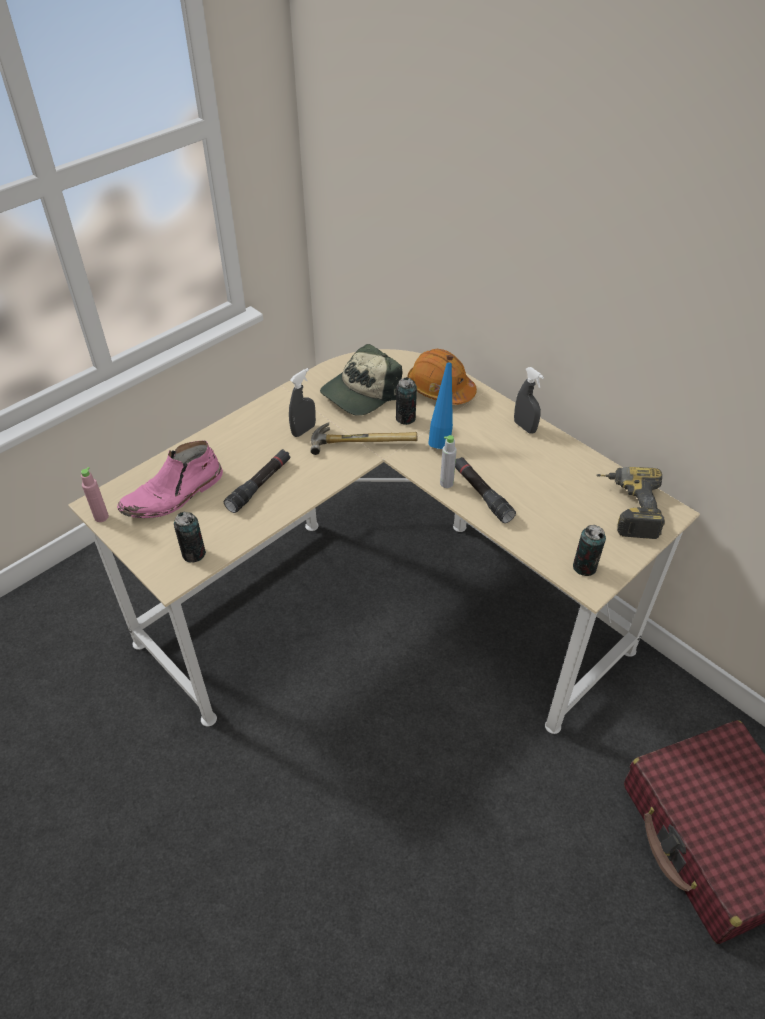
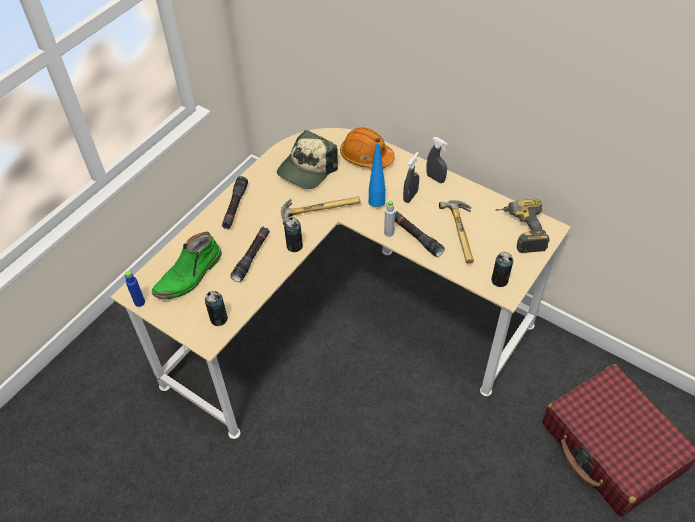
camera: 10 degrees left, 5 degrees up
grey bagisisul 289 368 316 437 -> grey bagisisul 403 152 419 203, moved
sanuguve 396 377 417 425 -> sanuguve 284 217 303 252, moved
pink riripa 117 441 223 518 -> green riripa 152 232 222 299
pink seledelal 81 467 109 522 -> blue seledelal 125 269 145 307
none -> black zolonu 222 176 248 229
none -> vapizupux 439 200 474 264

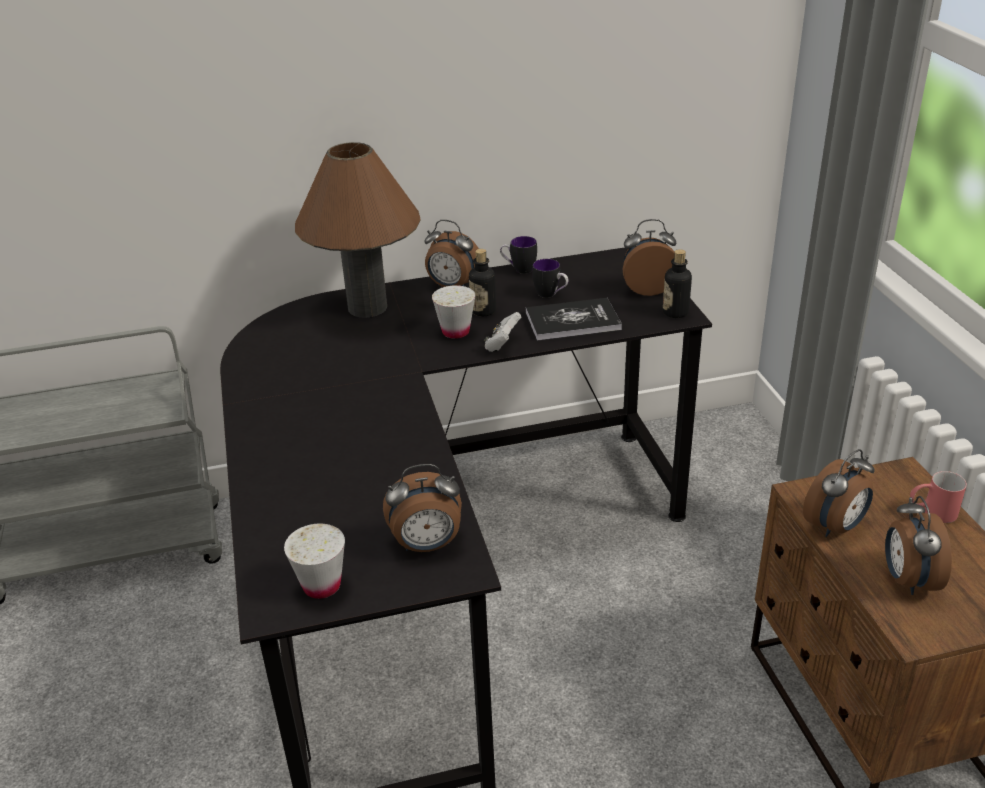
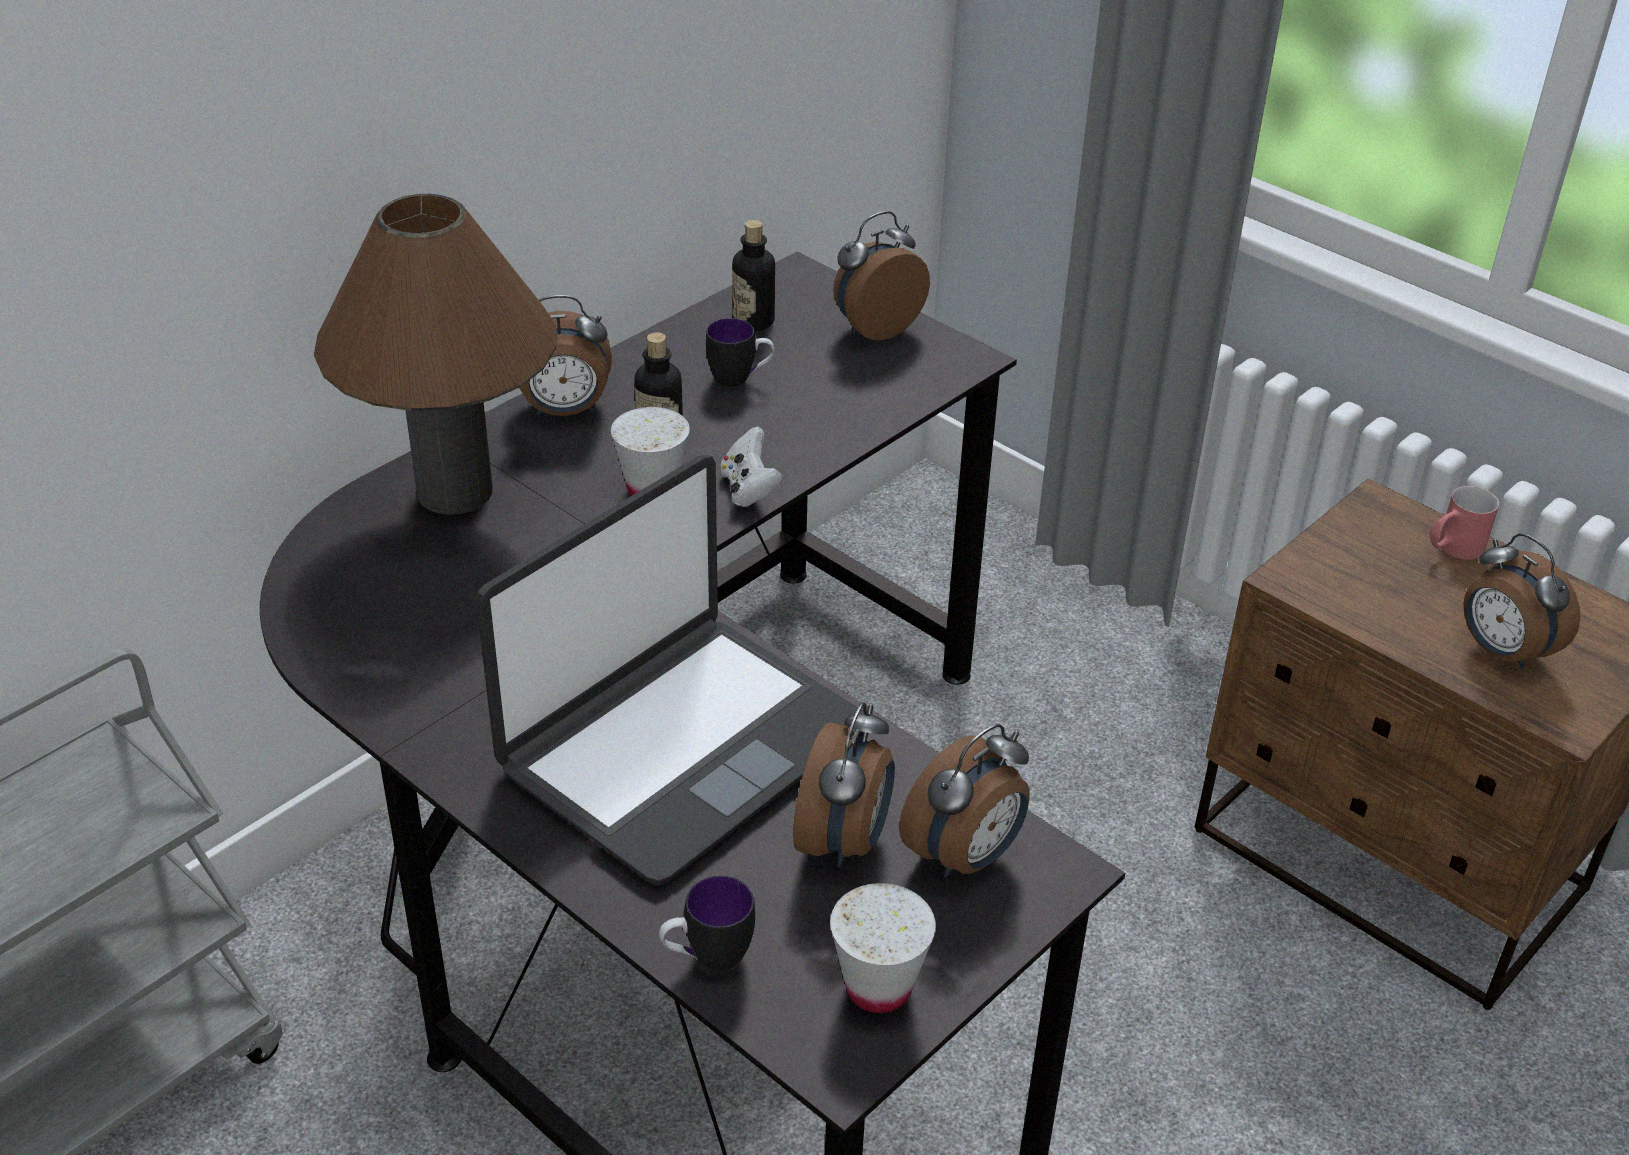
camera: 35 degrees left, 5 degrees up
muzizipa 500 236 537 274 -> muzizipa 659 876 755 971, moved
seledelal 663 249 692 318 -> seledelal 732 220 775 331, moved
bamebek 526 298 622 341 -> none
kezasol 803 449 875 537 -> kezasol 793 702 895 867, moved
none -> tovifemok 476 455 864 885

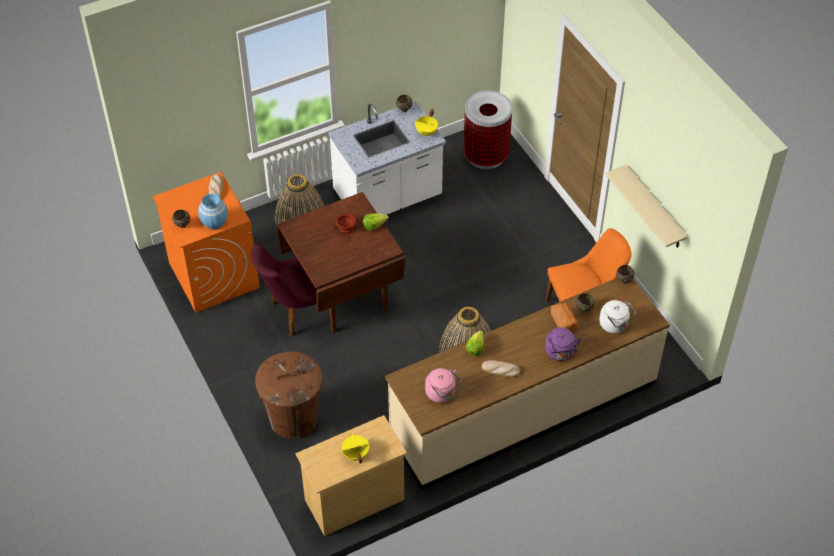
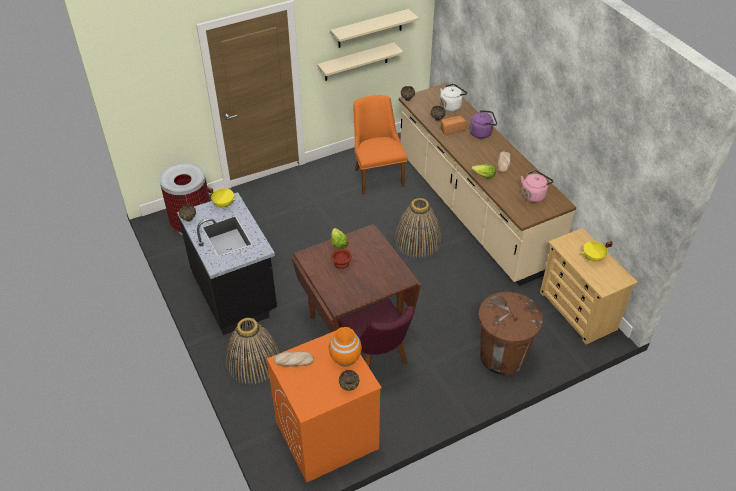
camera: 90 degrees left, 5 degrees down
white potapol 328 101 446 215 -> black potapol 177 192 277 335
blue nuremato 198 193 228 230 -> orange nuremato 329 327 362 367
none -> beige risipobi 330 9 419 48

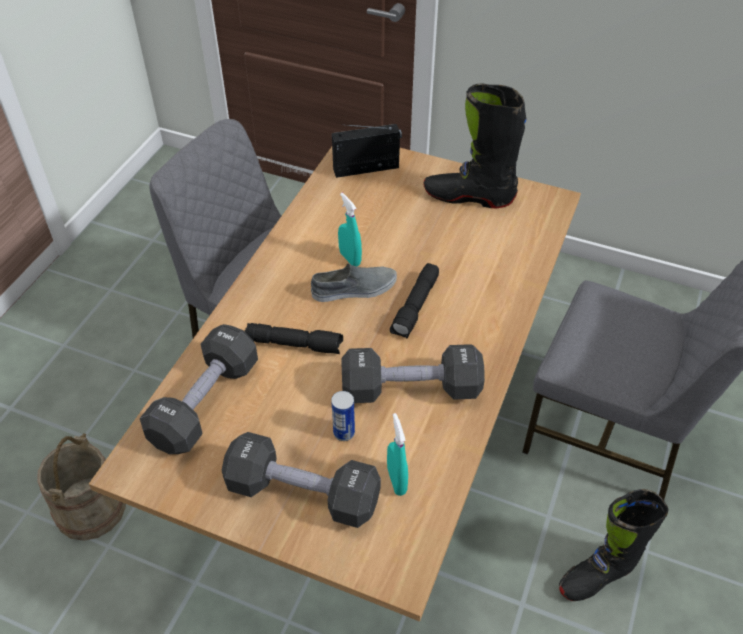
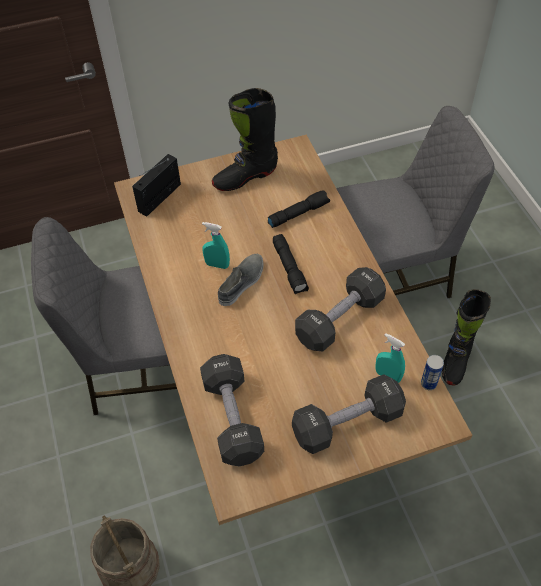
camera: 40 degrees left, 5 degrees up
black zolonu 245 323 343 354 -> black zolonu 268 190 330 228, moved
sanuguve 331 391 355 441 -> sanuguve 421 355 444 390, moved

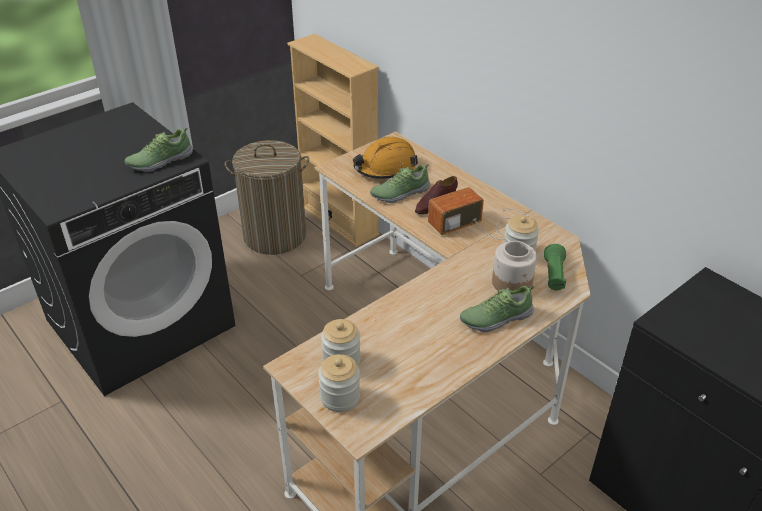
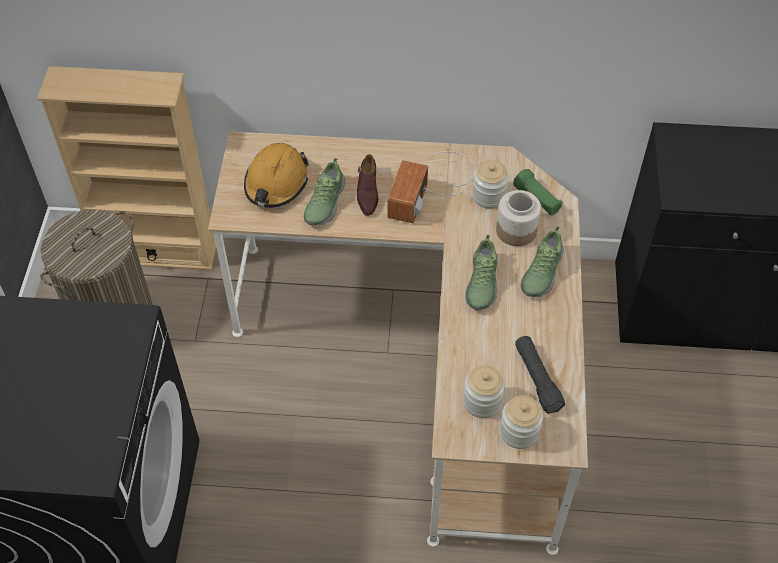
camera: 45 degrees left, 15 degrees up
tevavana 125 128 193 172 -> tevavana 465 235 498 310, moved
none -> black zolonu 515 336 565 414

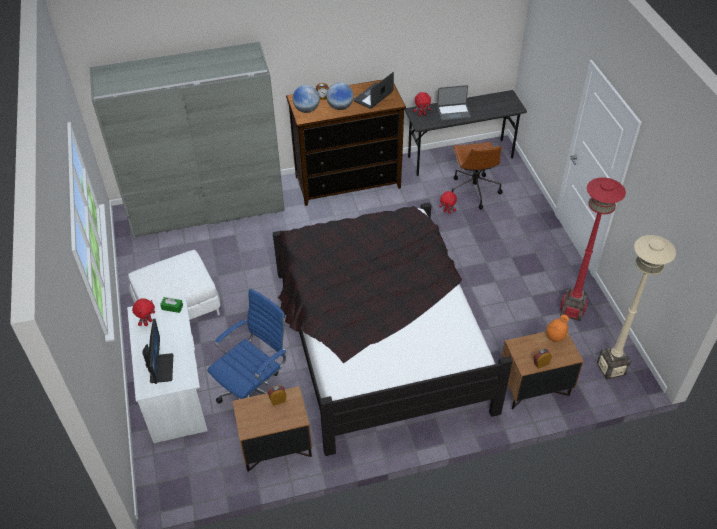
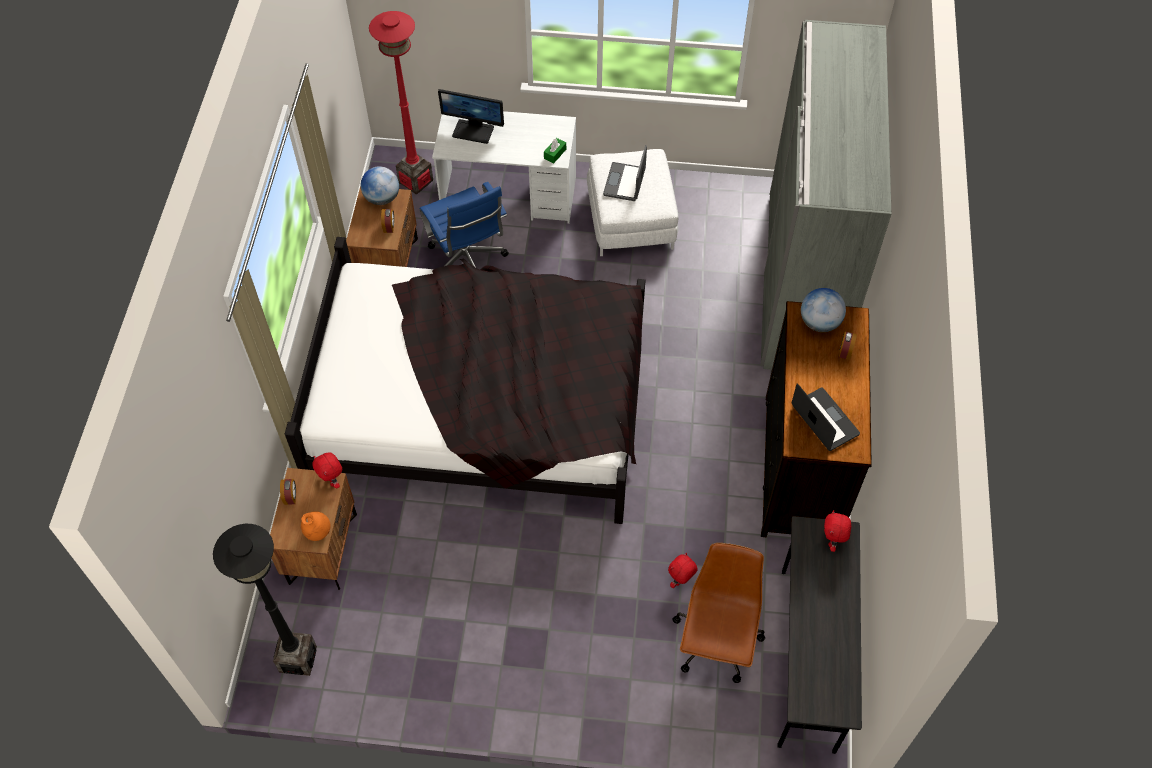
camera: 110 degrees right, 10 degrees up
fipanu 326 82 354 110 -> fipanu 361 166 399 205, moved
tovifemok 437 85 471 121 -> tovifemok 603 145 647 201, moved
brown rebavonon 452 142 503 209 -> brown rebavonon 672 543 765 683, 90 degrees clockwise
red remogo 560 177 626 321 -> red remogo 369 11 433 195, moved
beige remogo 597 235 676 380 -> black remogo 213 524 317 676
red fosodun 132 298 155 326 -> red fosodun 313 453 342 489, moved

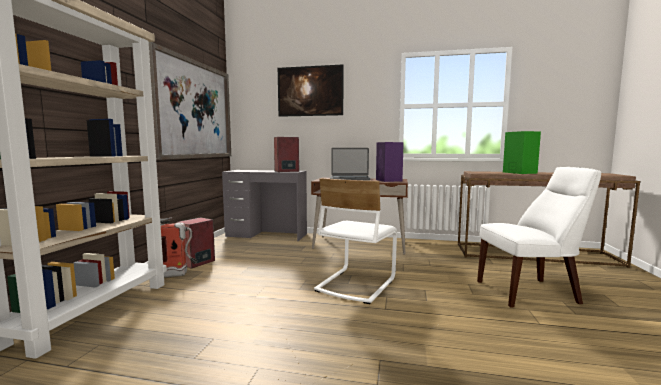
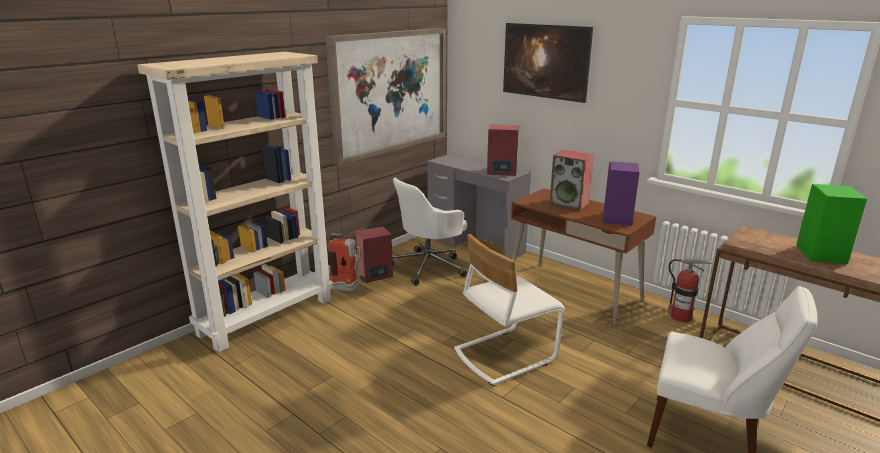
camera: 30 degrees right, 15 degrees up
tovifemok 330 148 370 181 -> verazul 549 150 594 211
none -> white rebavonon 392 178 467 285
none -> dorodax 667 259 713 323

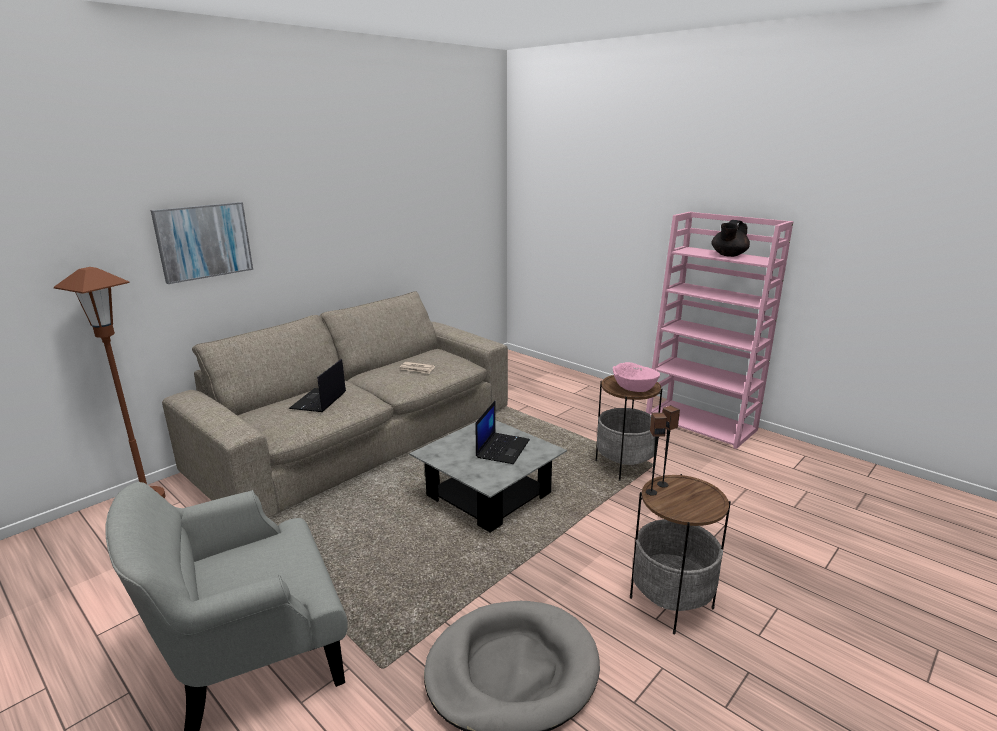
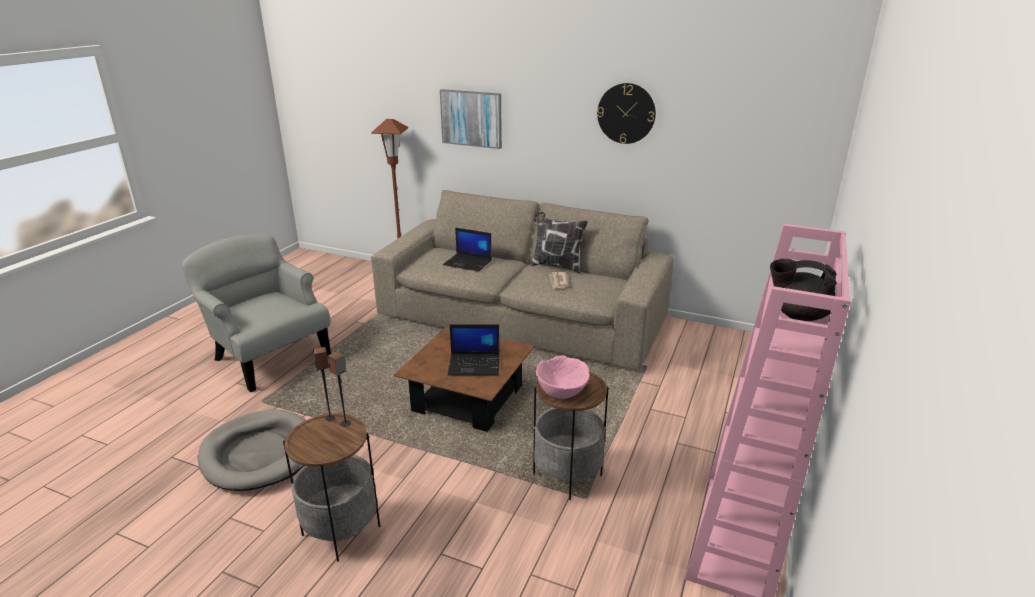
camera: 70 degrees right, 5 degrees up
tovifemok 289 359 346 412 -> tovifemok 443 228 492 272, 150 degrees counterclockwise
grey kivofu 409 420 567 533 -> brown kivofu 394 327 534 432
none -> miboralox 597 83 656 144
none -> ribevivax 530 211 588 274

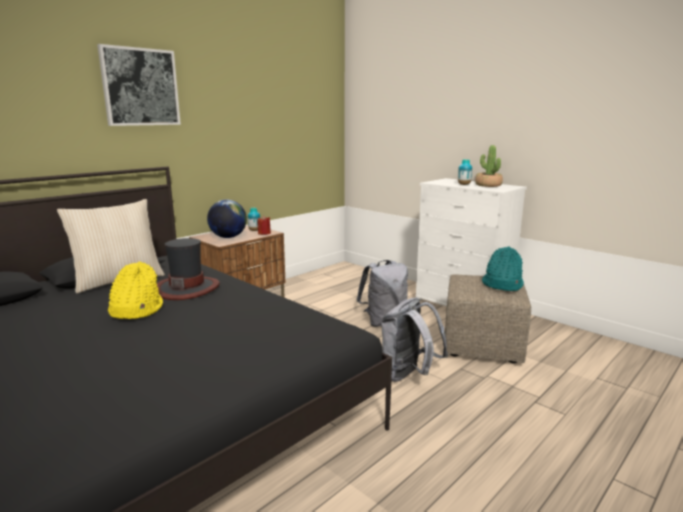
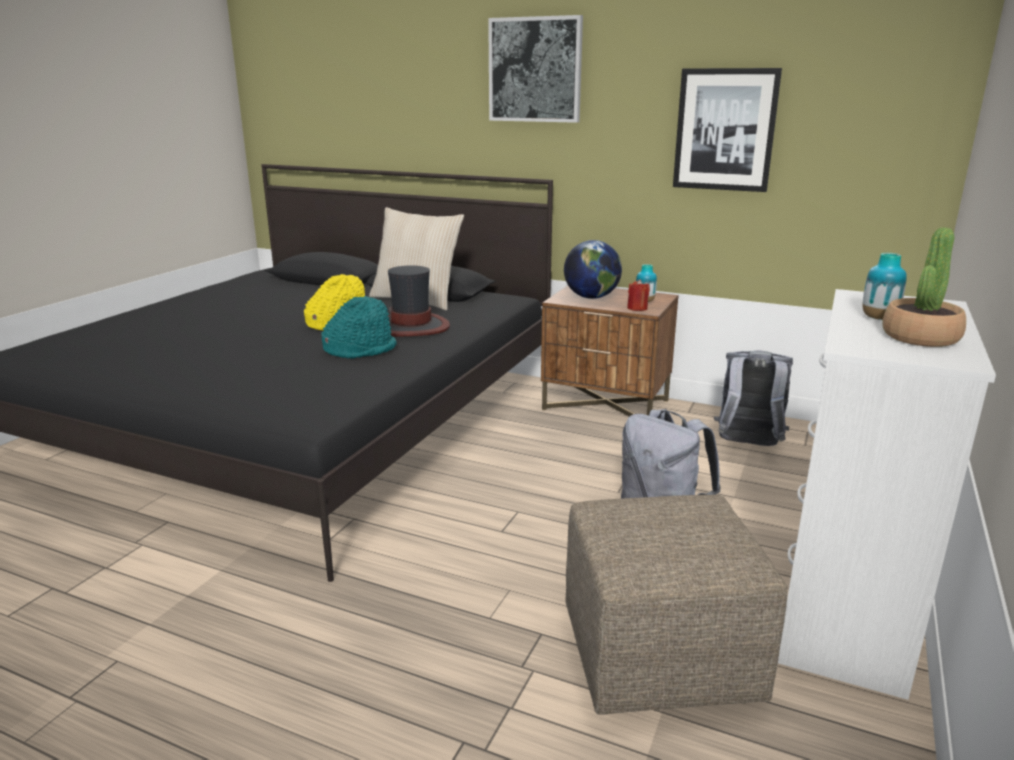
camera: 70 degrees right, 5 degrees up
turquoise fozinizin 482 246 524 291 -> turquoise fozinizin 321 296 397 359, moved
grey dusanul 381 298 448 382 -> grey dusanul 714 350 793 446, moved
none -> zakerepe 673 68 782 192

